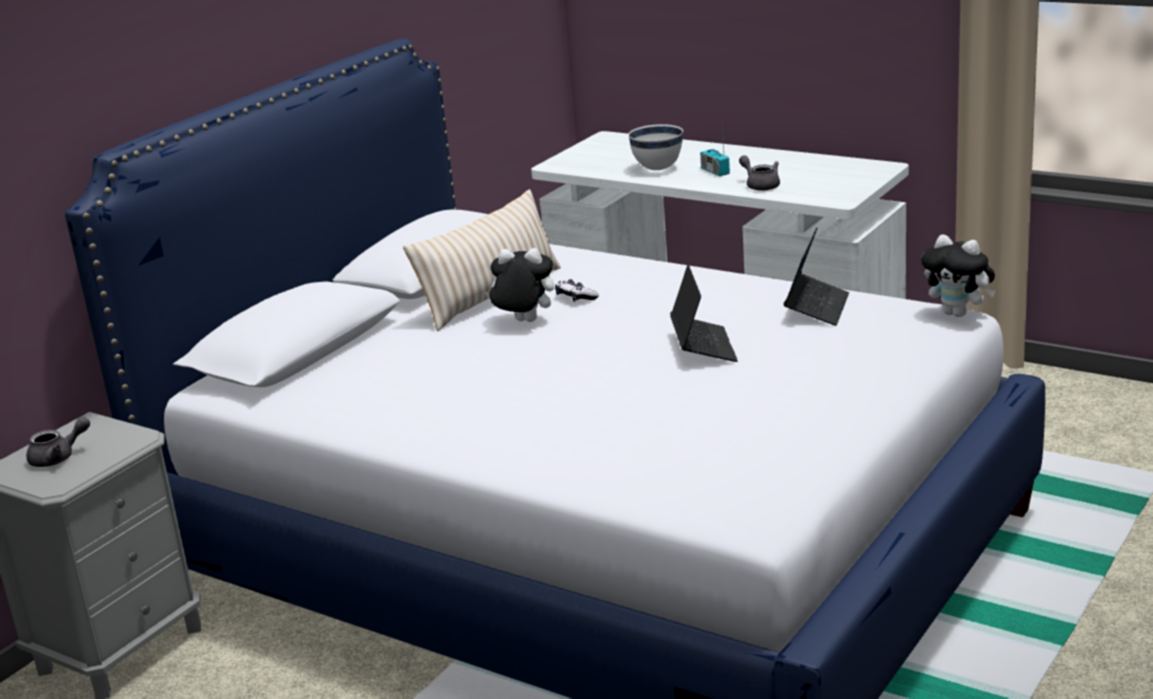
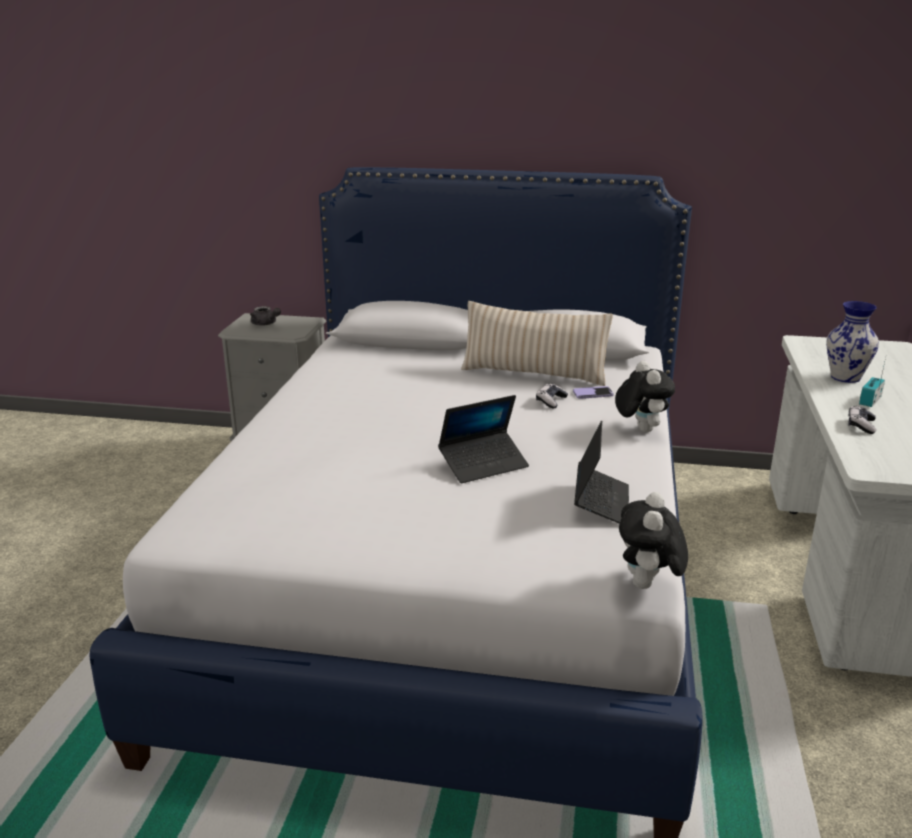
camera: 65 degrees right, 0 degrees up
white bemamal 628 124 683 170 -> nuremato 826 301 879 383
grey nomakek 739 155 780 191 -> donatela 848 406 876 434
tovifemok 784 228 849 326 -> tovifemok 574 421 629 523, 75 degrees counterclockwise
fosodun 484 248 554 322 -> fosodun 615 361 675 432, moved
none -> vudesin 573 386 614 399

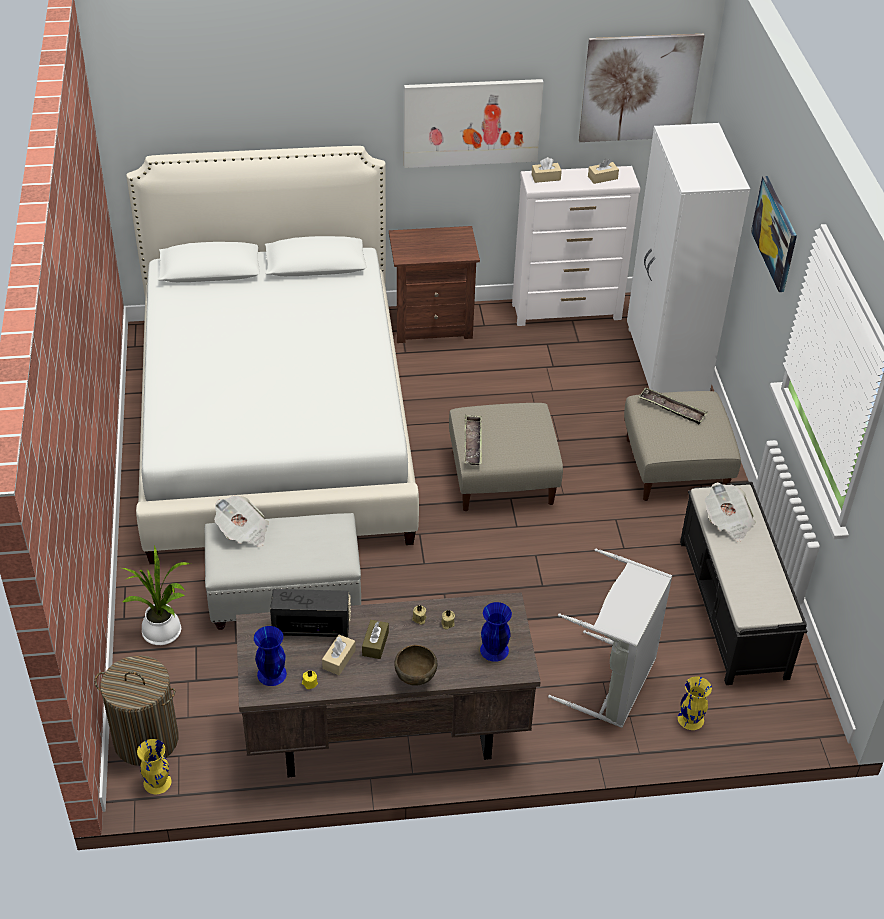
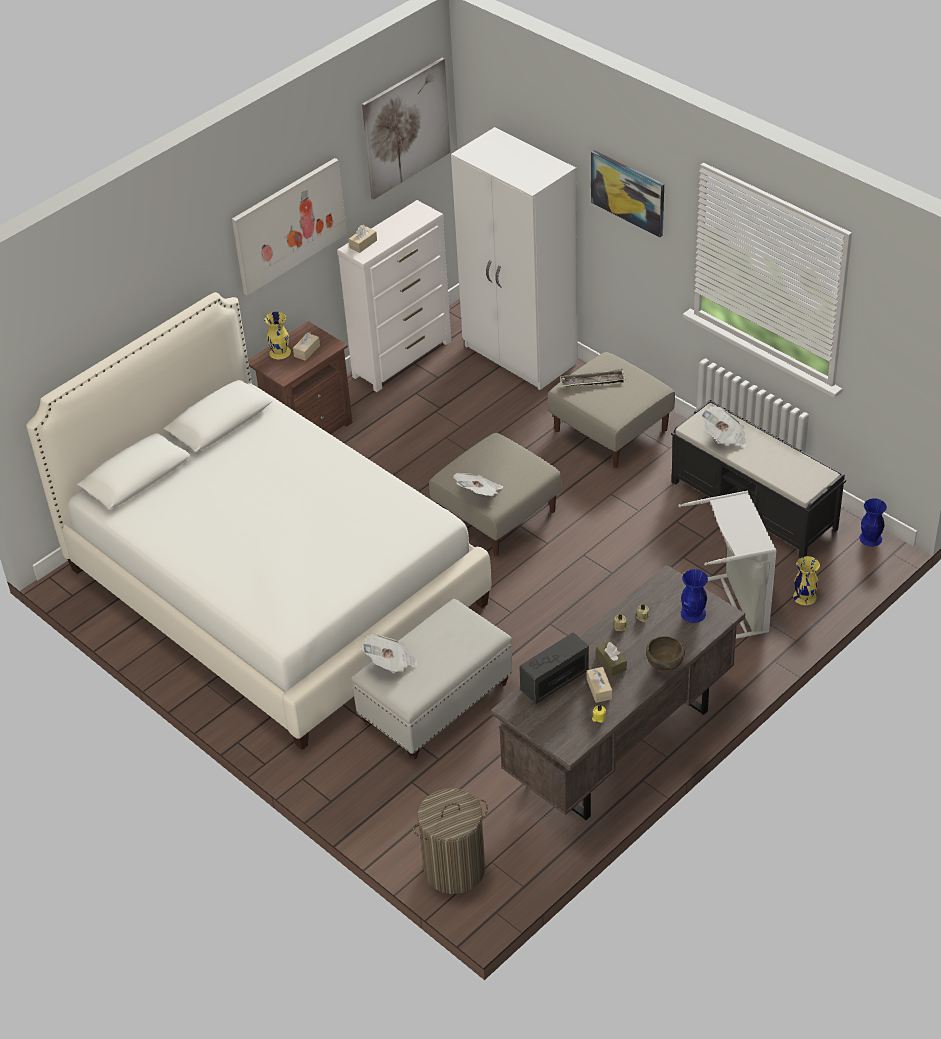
camera: 35 degrees left, 0 degrees up
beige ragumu 588 159 619 184 -> beige ragumu 293 332 320 361, moved
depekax 465 415 482 465 -> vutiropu 453 473 503 497
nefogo 122 546 191 645 -> none
blue nuremato 254 626 287 686 -> blue nuremato 859 498 887 547, moved
yellow nuremato 137 739 171 794 -> yellow nuremato 264 312 291 359, moved

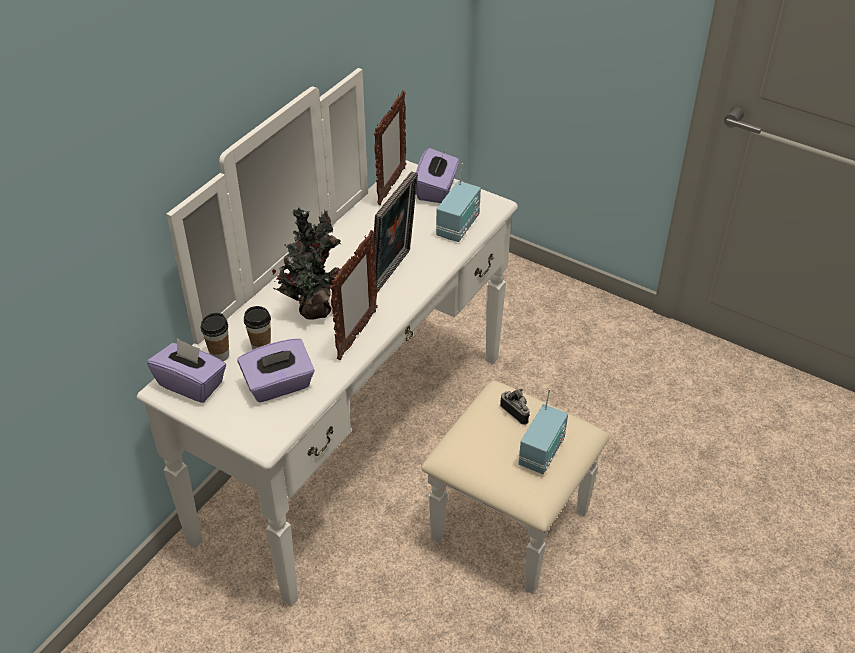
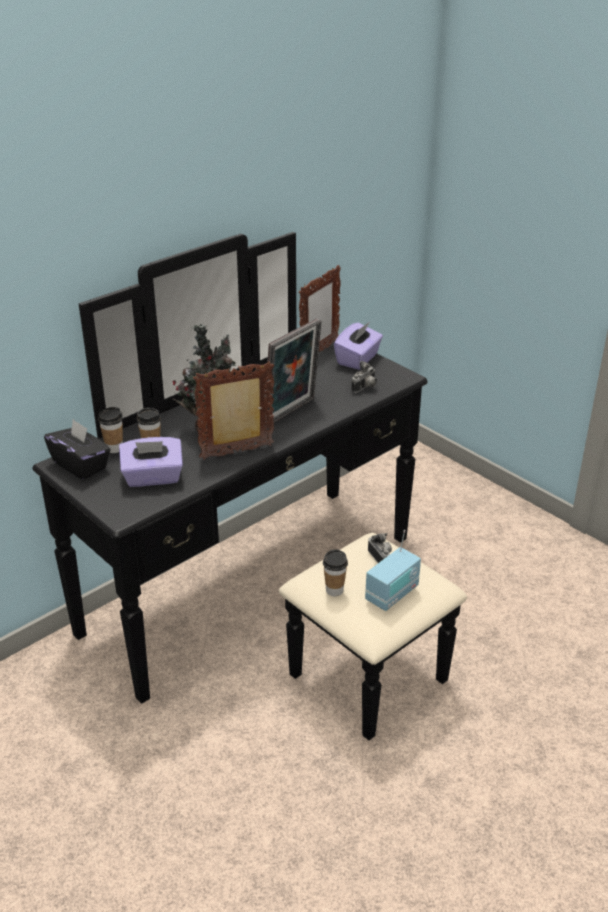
camera: 15 degrees right, 10 degrees down
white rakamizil 137 68 609 607 -> black rakamizil 32 232 467 740
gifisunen 436 163 481 242 -> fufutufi 351 361 377 393
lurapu 330 230 378 360 -> lurapu 193 361 274 460, 150 degrees counterclockwise
purple ragumu 147 338 226 403 -> black ragumu 44 419 110 479
none -> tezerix 323 549 348 596

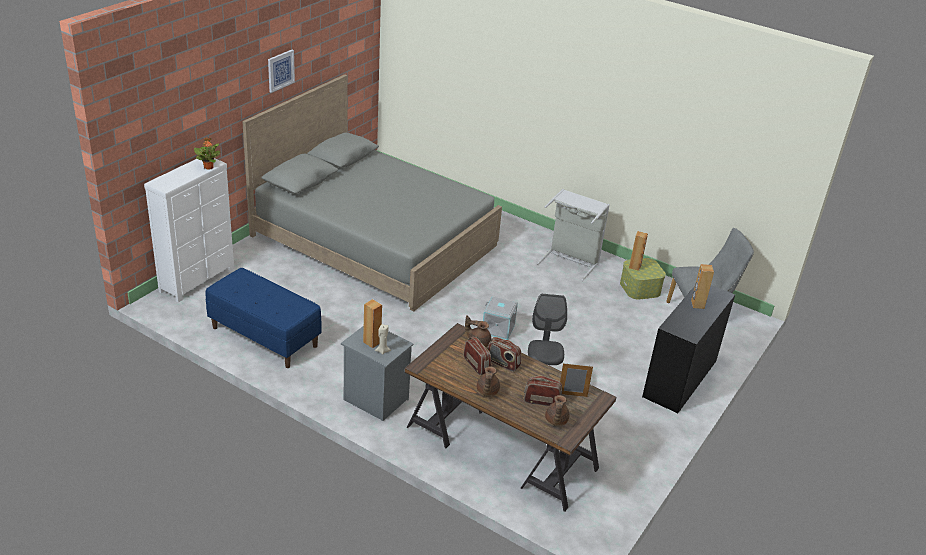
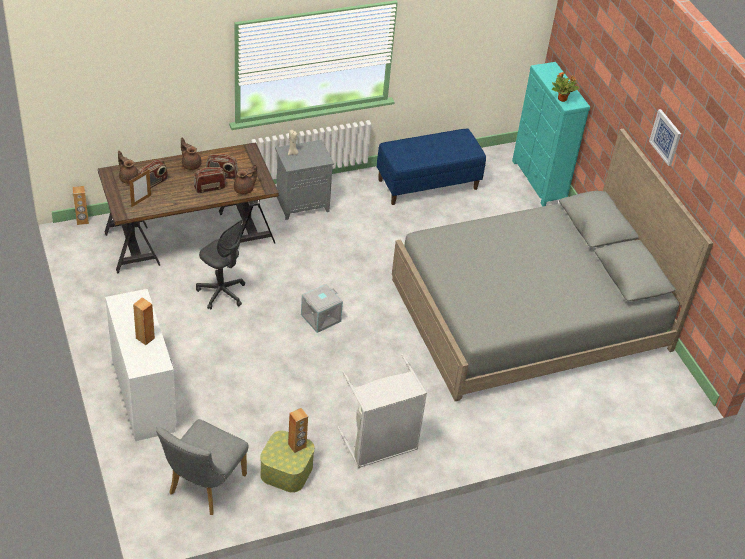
camera: 125 degrees right, 10 degrees up
white rakamizil 144 154 234 302 -> turquoise rakamizil 512 62 590 207
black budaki 642 285 735 413 -> white budaki 105 289 177 441
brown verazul 363 299 382 348 -> brown verazul 73 186 89 225, moved

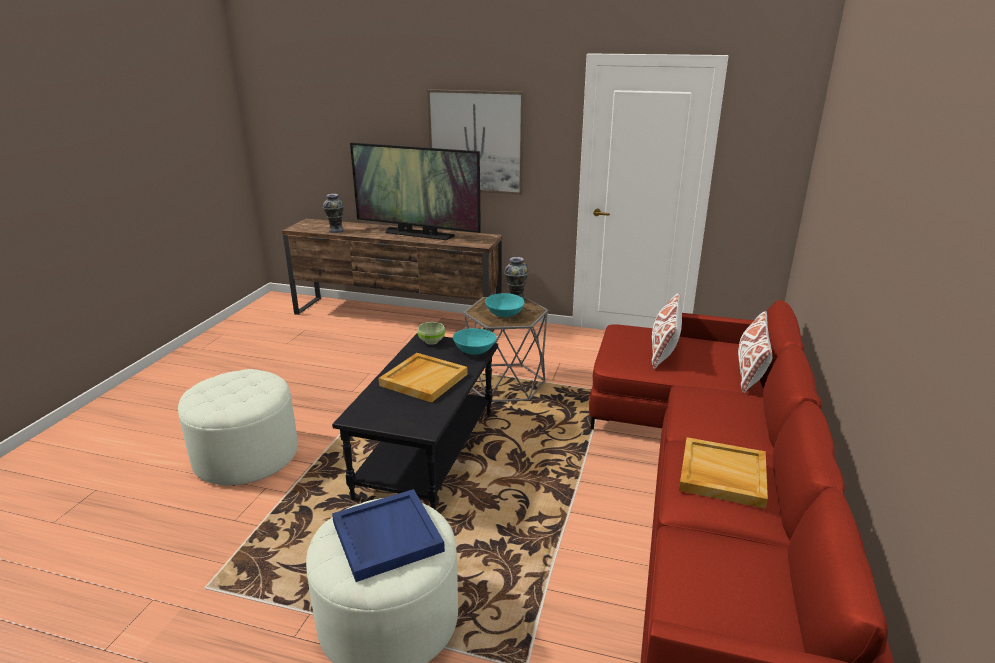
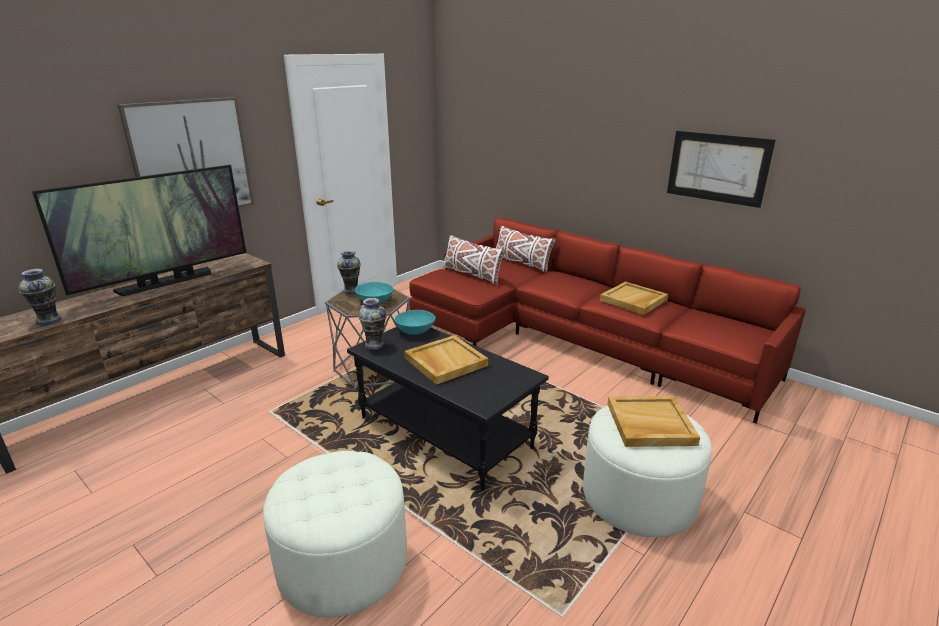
camera: 65 degrees left, 0 degrees up
green bemamal 417 322 445 345 -> nuremato 358 298 387 350
blue depekax 332 489 445 582 -> beige depekax 607 396 700 447
none -> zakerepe 667 131 776 208

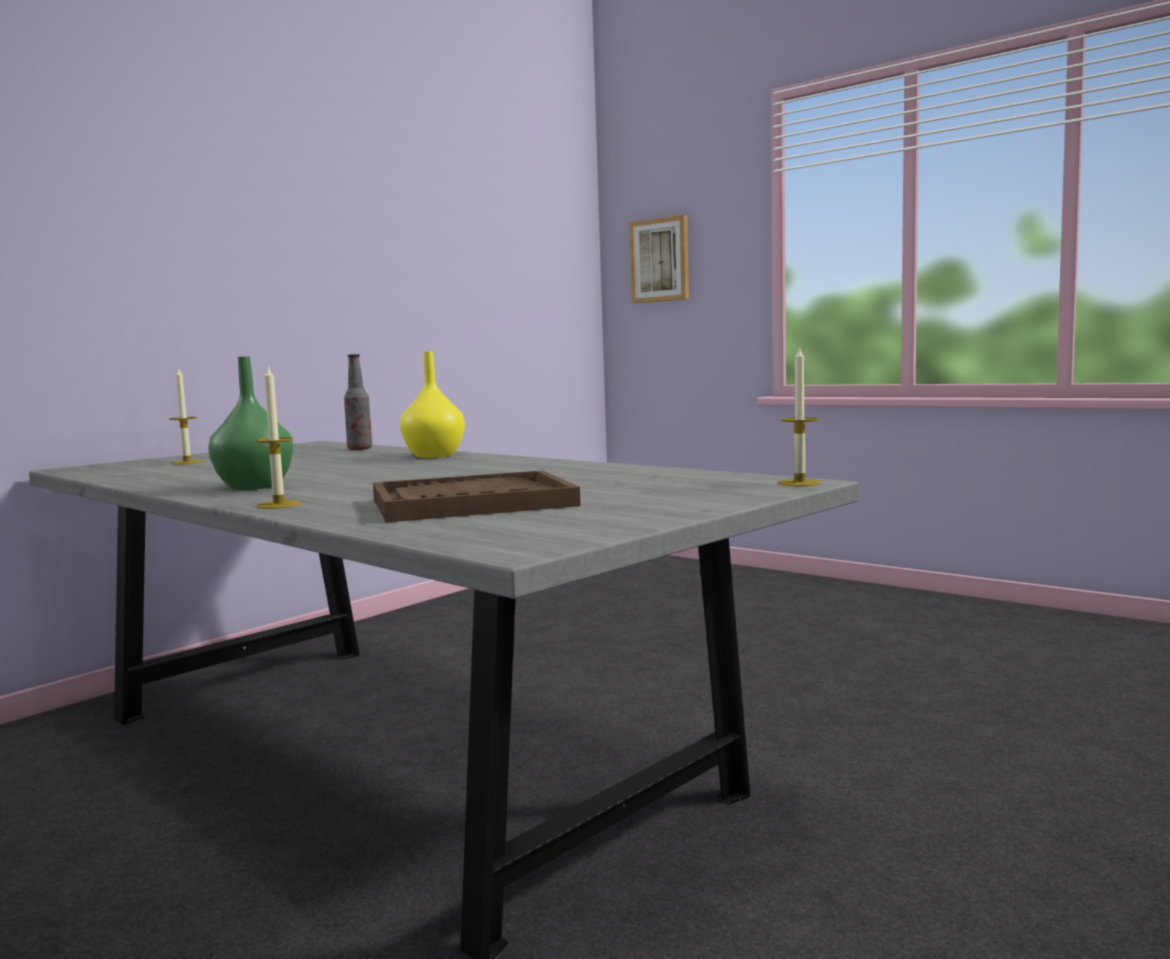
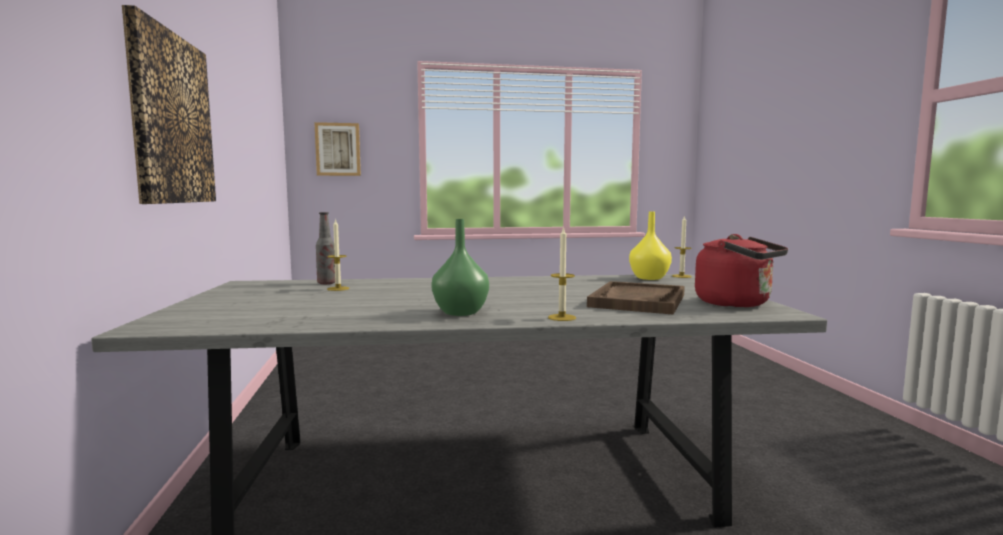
camera: 50 degrees left, 0 degrees up
yellow nuremato 400 351 465 458 -> yellow nuremato 629 211 672 280, moved
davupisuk 169 367 203 465 -> davupisuk 327 219 349 291, moved
none -> zakerepe 122 5 216 204
none -> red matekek 695 234 788 307

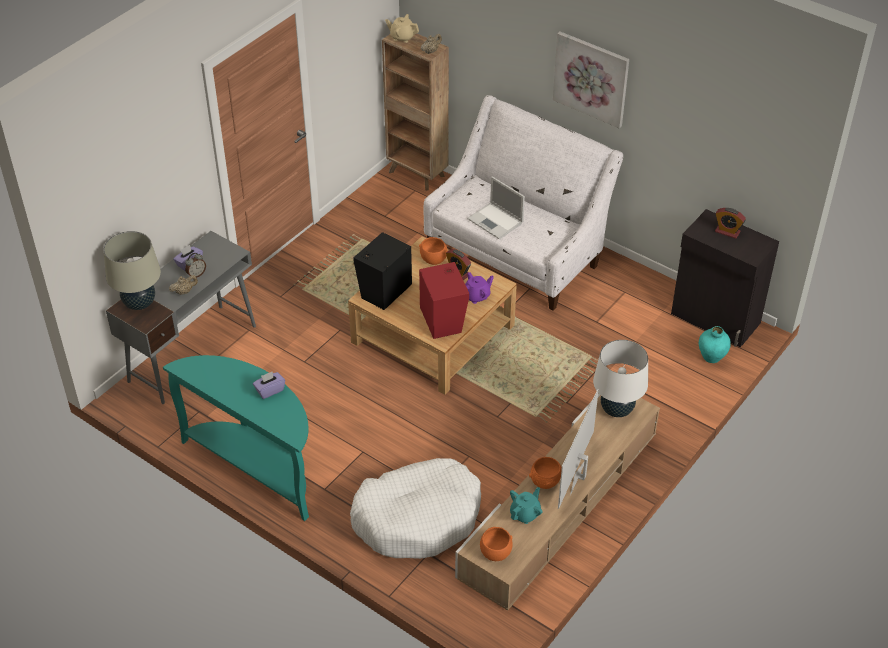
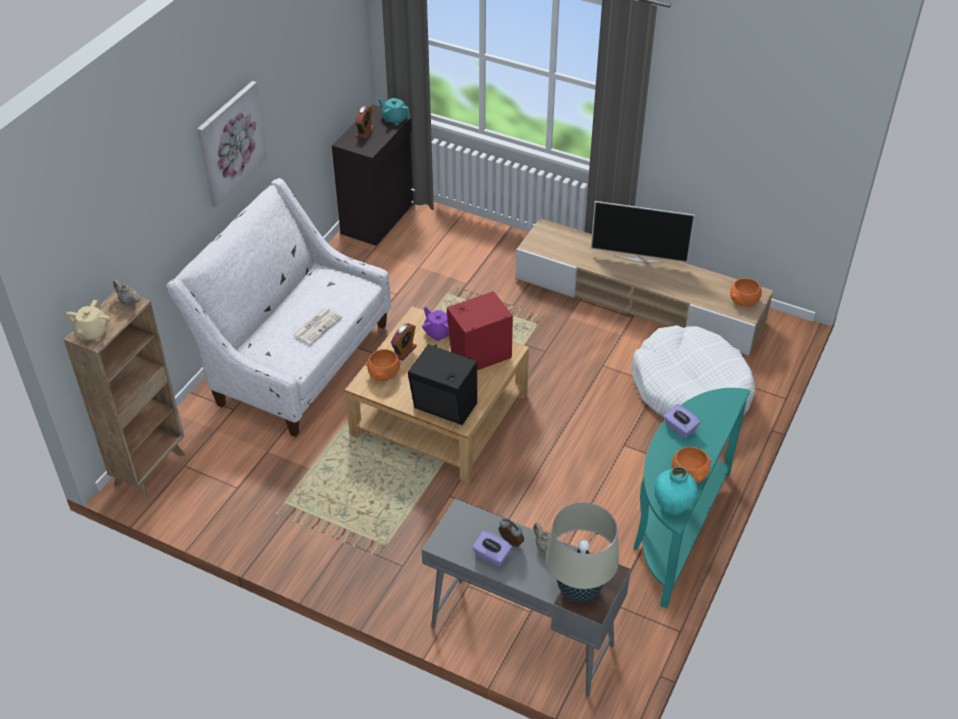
camera: 100 degrees left, 0 degrees up
tovifemok 467 176 525 239 -> vutiropu 292 308 342 345
turquoise nuremato 699 326 731 363 -> turquoise nuremato 654 467 698 515, moved
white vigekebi 593 340 648 417 -> none
orange bemamal 529 457 562 489 -> orange bemamal 672 446 711 483, moved
turquoise nomakek 510 487 543 524 -> turquoise nomakek 378 98 411 125, moved

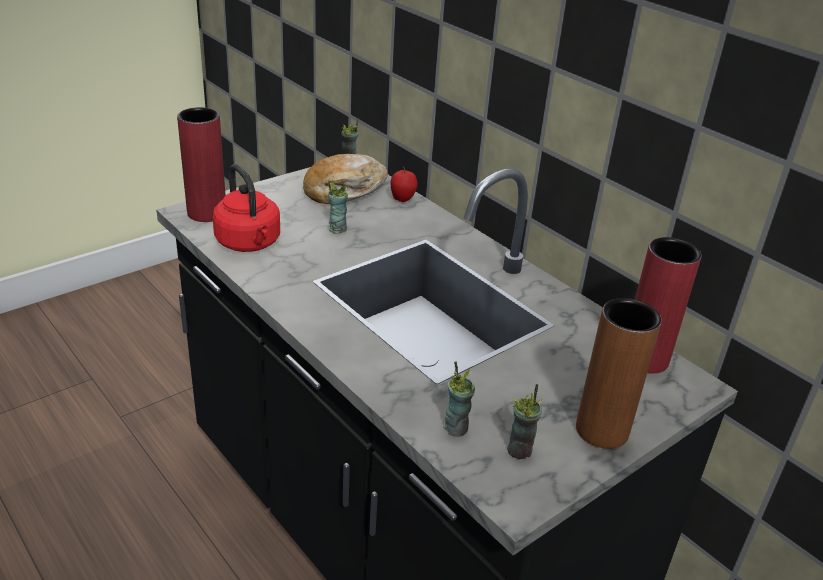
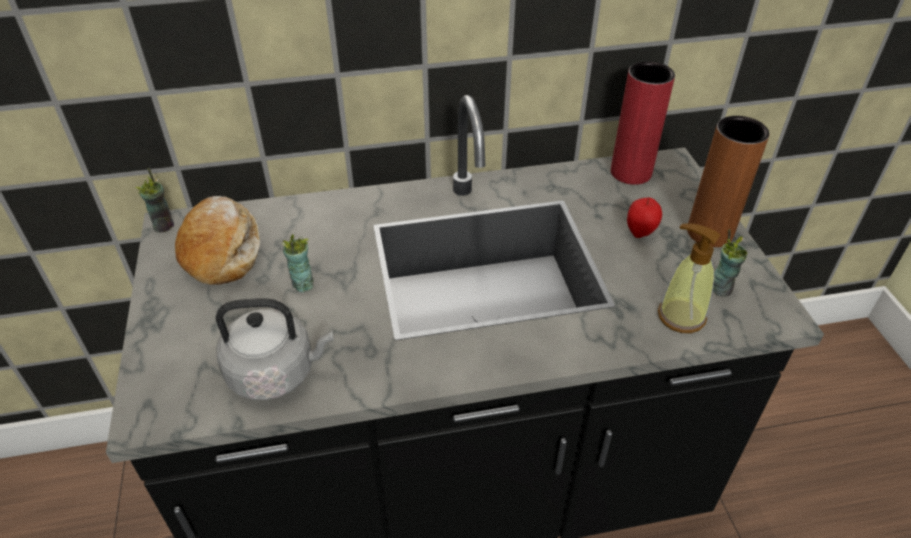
camera: 60 degrees left, 10 degrees up
red nuremato 177 107 226 222 -> none
red matekek 213 164 280 252 -> grey matekek 216 298 334 400
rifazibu 391 167 417 202 -> rifazibu 627 198 662 238, moved
tezerix 443 361 475 437 -> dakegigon 658 223 720 333

